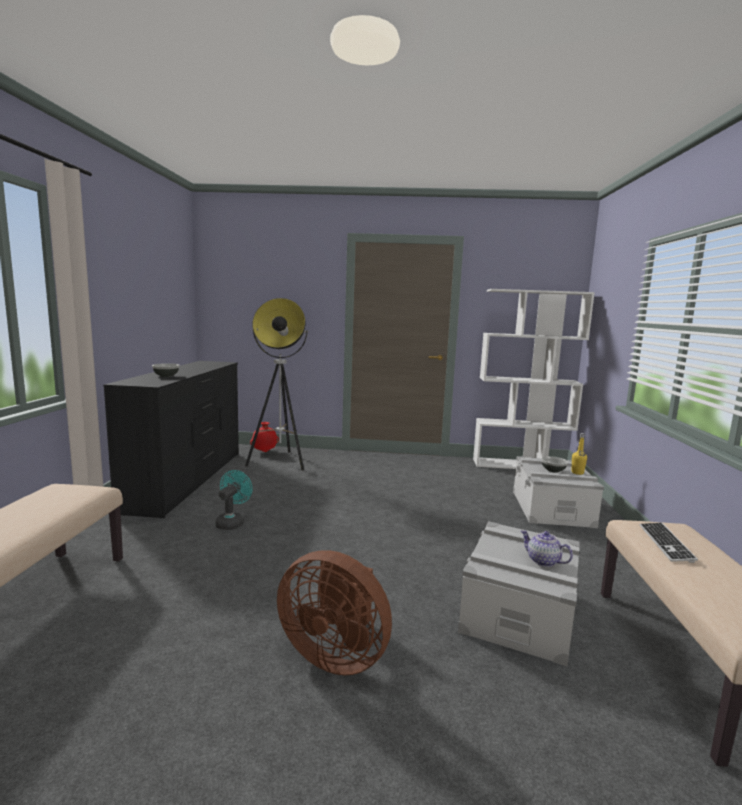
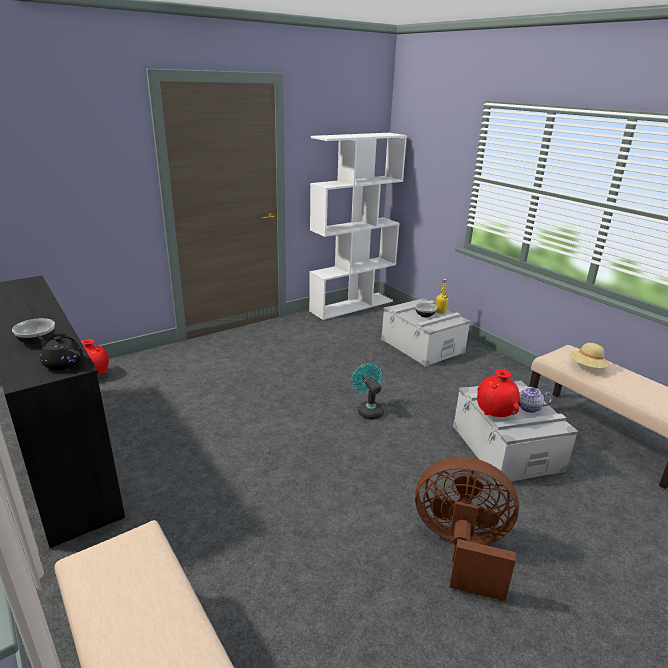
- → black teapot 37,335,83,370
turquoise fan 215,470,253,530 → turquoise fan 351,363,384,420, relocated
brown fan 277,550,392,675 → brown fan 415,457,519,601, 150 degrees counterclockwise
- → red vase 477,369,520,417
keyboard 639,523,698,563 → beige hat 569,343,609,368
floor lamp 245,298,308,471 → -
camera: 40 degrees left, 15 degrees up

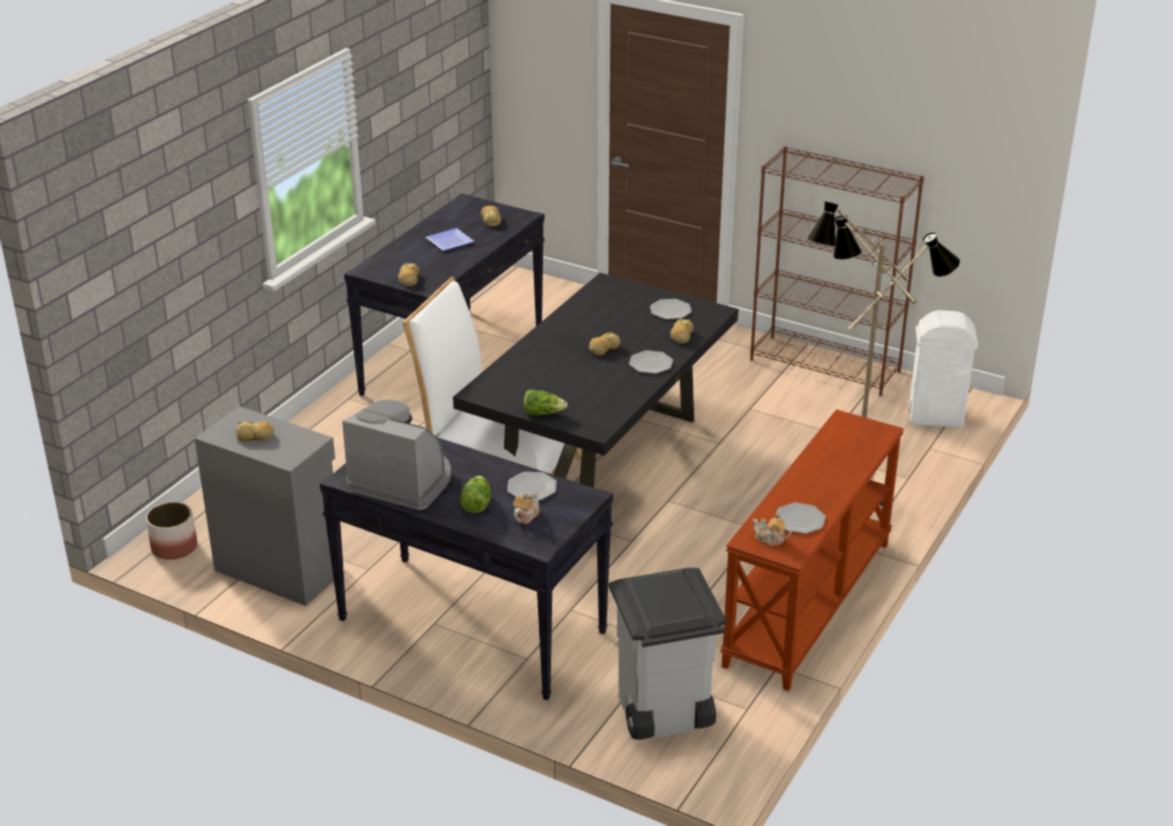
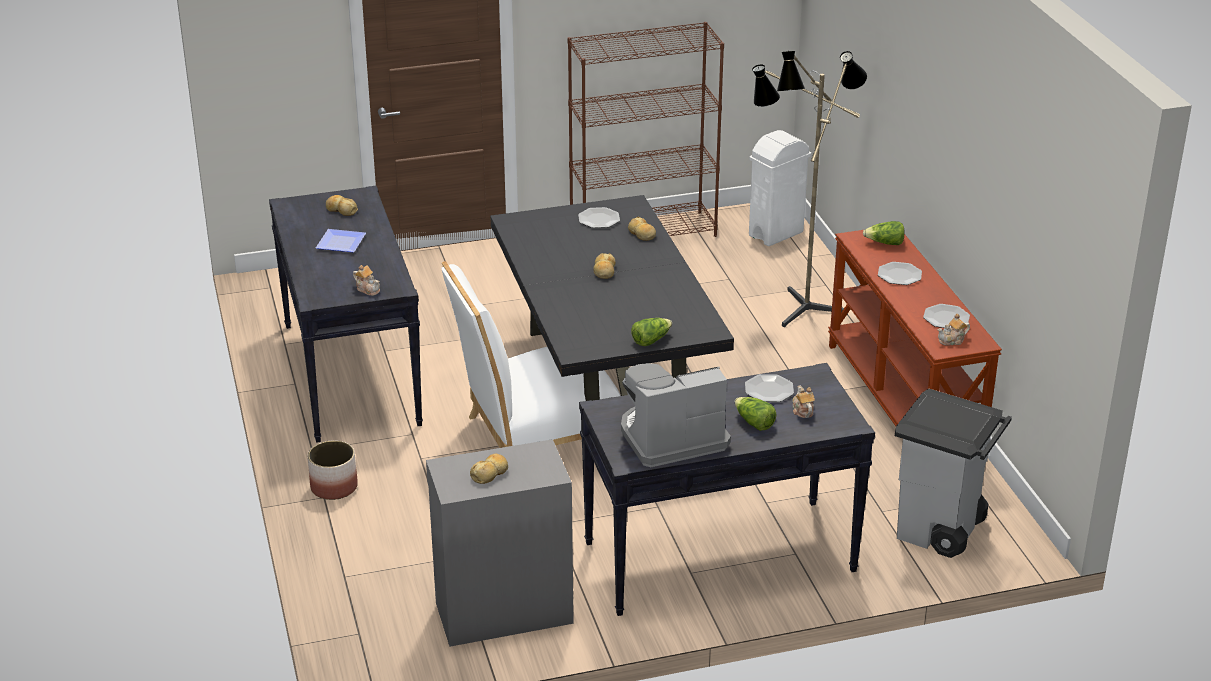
planter 146,502,197,560 → planter 308,440,358,500, relocated
bread 398,263,419,286 → teapot 353,265,380,296
- → lettuce 863,221,904,245
plate 629,350,673,374 → plate 878,262,922,285, relocated
camera: 45 degrees left, 0 degrees up

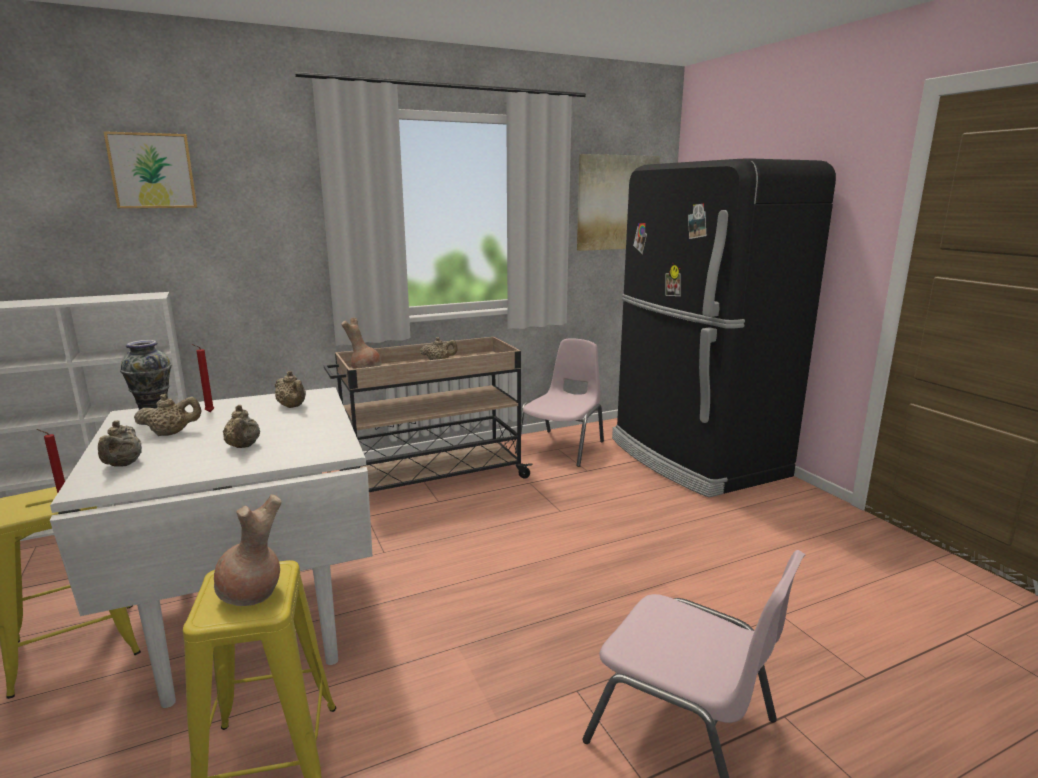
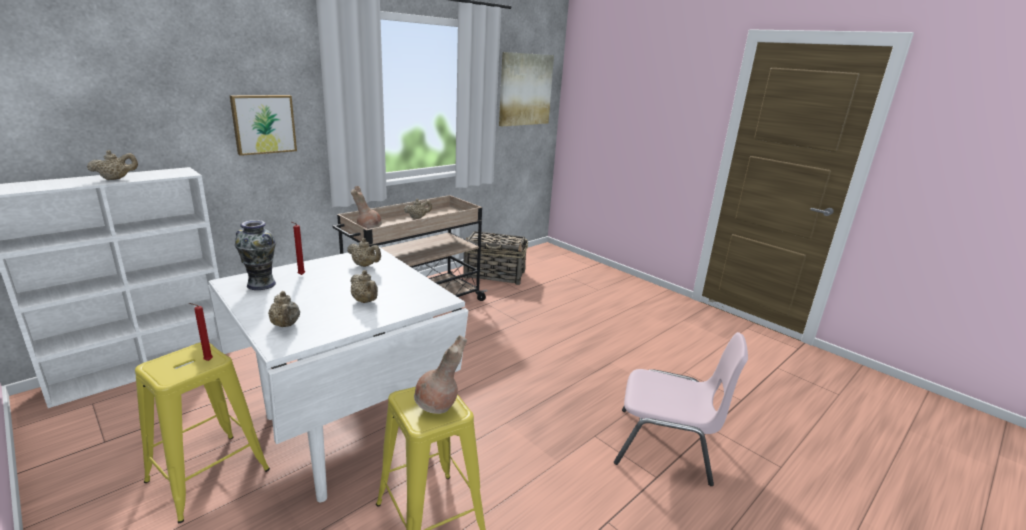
beige teapot 134,394,202,436 → beige teapot 87,150,138,180, relocated
picture 103,131,197,208 → picture 230,95,297,156, relocated
pink chair 515,338,604,467 → basket 463,231,528,285
black fridge 612,158,836,497 → -
camera: 20 degrees left, 5 degrees up

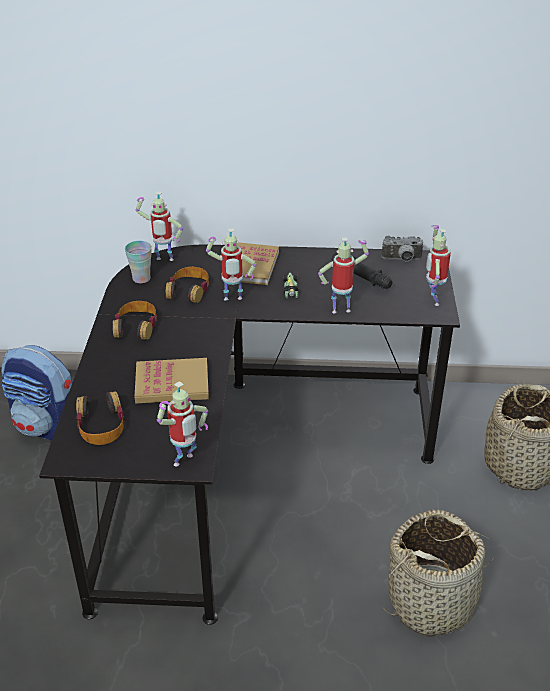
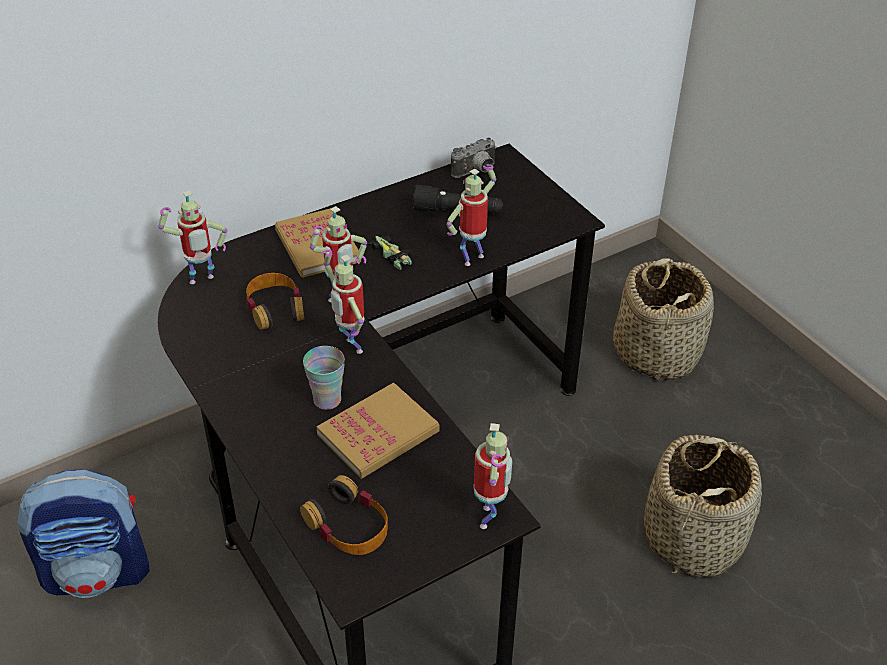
cup 125,241,152,283 → cup 303,346,345,410, relocated
toy robot 426,225,451,306 → toy robot 321,250,365,354, relocated
headphones 113,301,157,340 → -
camera: 35 degrees left, 5 degrees up

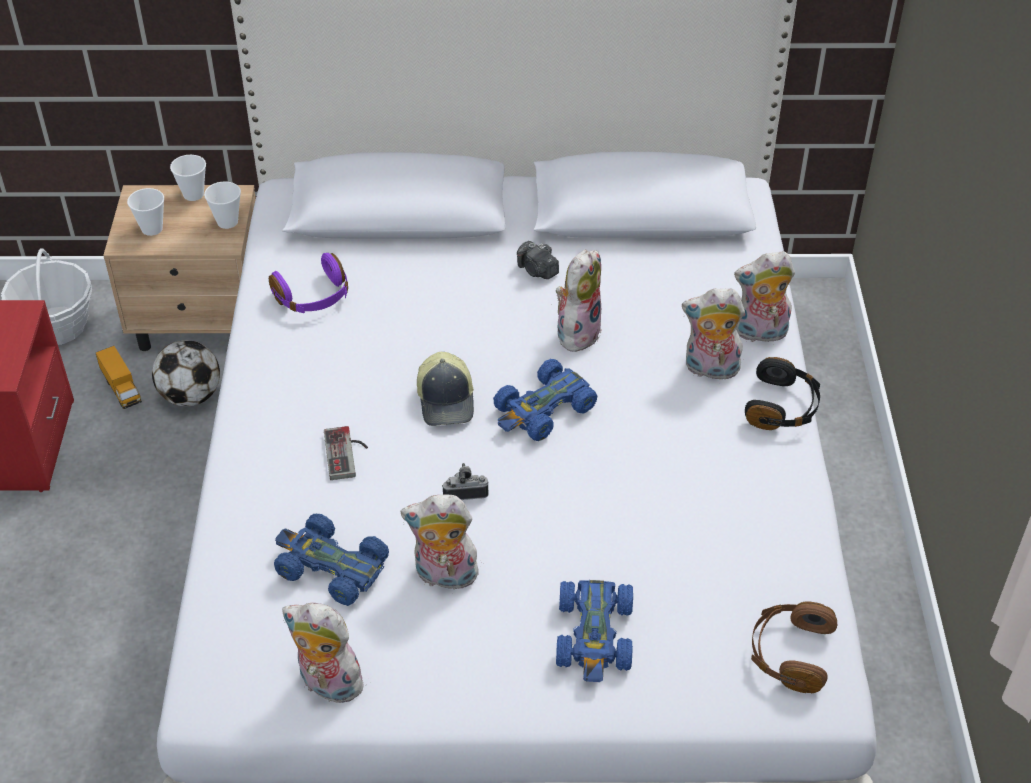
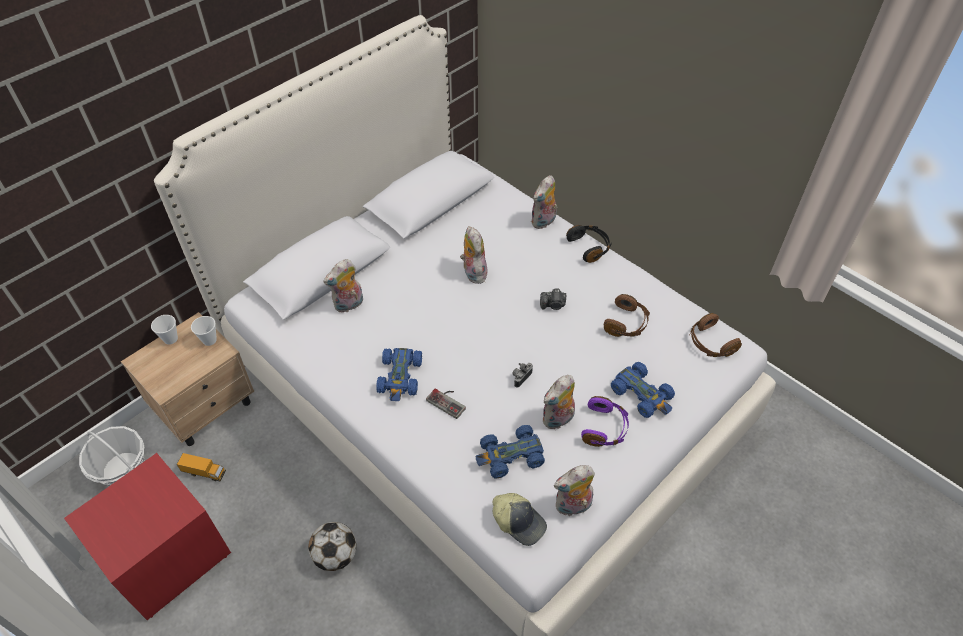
football 152,340,220,406 → football 308,522,357,571, relocated
plush toy 682,288,745,380 → plush toy 323,259,363,313, relocated
blue toy car 493,359,597,441 → blue toy car 376,348,422,401, relocated
cap 417,351,474,426 → cap 493,493,547,546, relocated
photo camera 517,241,559,279 → photo camera 540,288,566,310, relocated
purple headphones 269,253,348,313 → purple headphones 581,396,629,447, relocated
- → brown headphones 604,294,650,337
cup 127,188,164,236 → -
camera: 45 degrees left, 5 degrees up

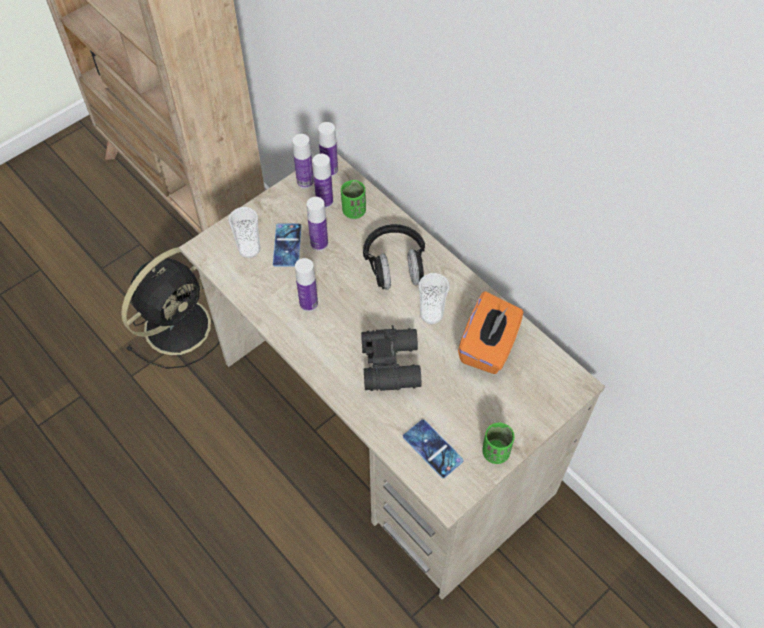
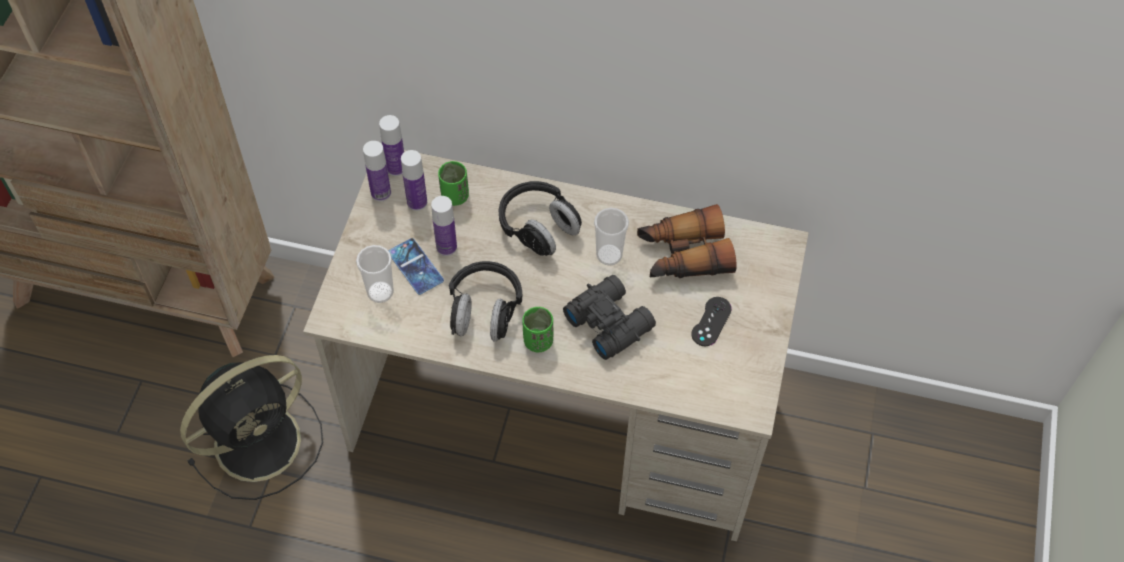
black fan 121,247,220,369 → black fan 180,355,323,500, 45 degrees clockwise
bottle 295,258,318,312 → black headphones 449,261,522,341
green cup 482,423,515,464 → green cup 522,307,553,352, relocated
orange tissue box 458,291,523,374 → binoculars 637,204,737,278
- → black game controller 691,297,732,346
phone 403,419,464,478 → -
camera: 35 degrees left, 0 degrees up

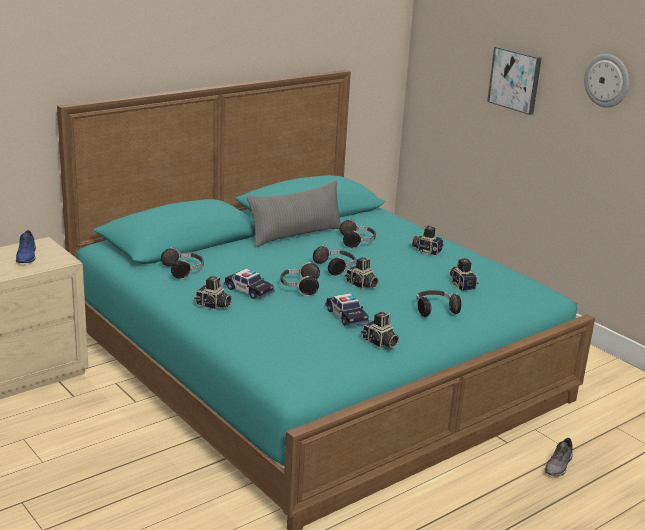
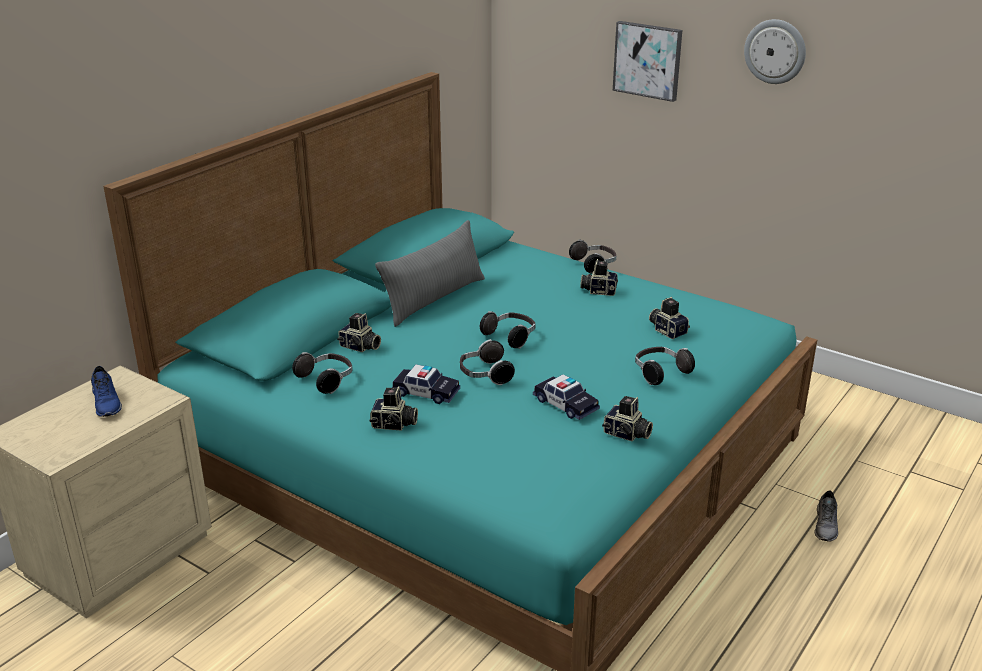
photo camera 345,257,379,289 → photo camera 337,313,381,352, relocated
headphones 340,219,376,249 → headphones 569,240,616,274, relocated
camera: 15 degrees left, 5 degrees up

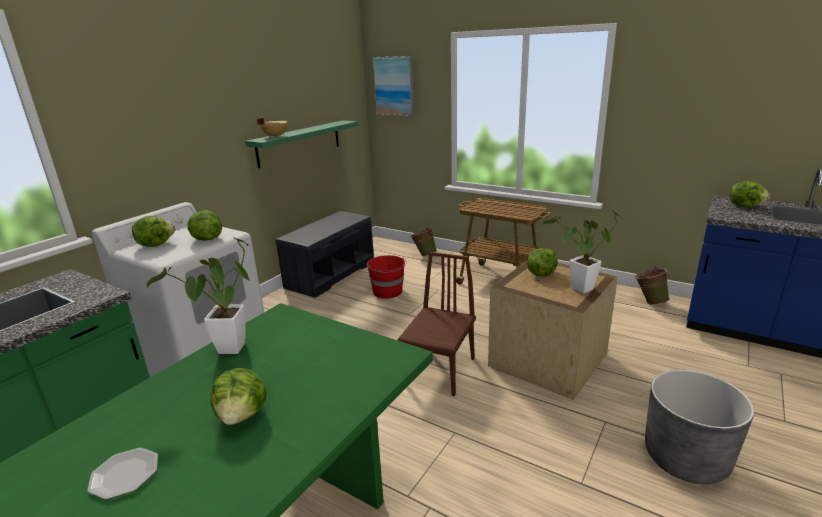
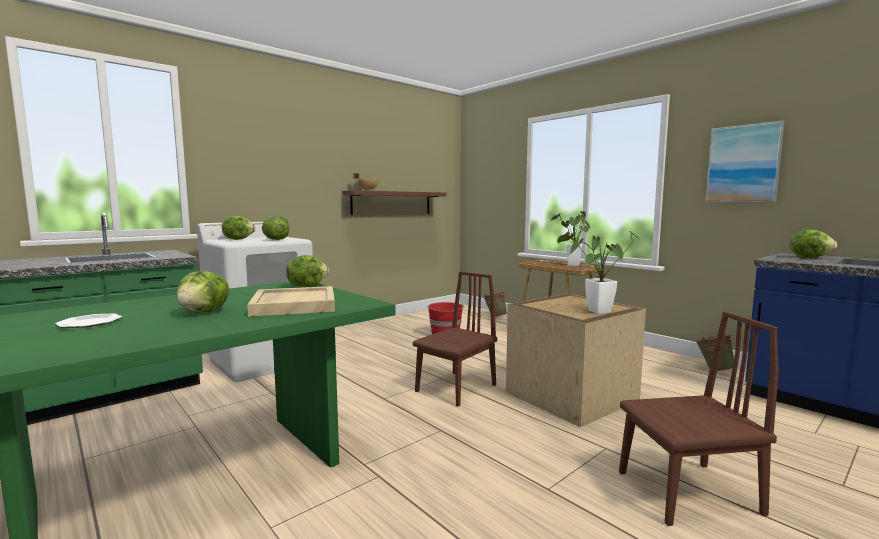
- → beige tray 247,286,335,317
lettuce 527,248,558,277 → lettuce 286,255,329,287, relocated
green shelf 245,121,359,168 → brown shelf 342,190,447,215
potted plant 146,237,250,354 → potted plant 551,211,590,266, relocated
grey planter 645,370,754,484 → brown chair 619,311,779,526
picture 372,56,414,116 → picture 706,121,785,202, relocated
grey bench 275,211,374,298 → -
camera: 15 degrees right, 15 degrees down

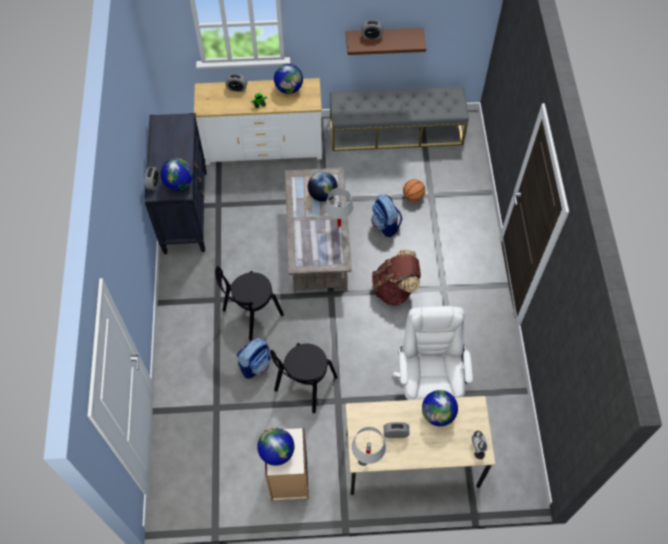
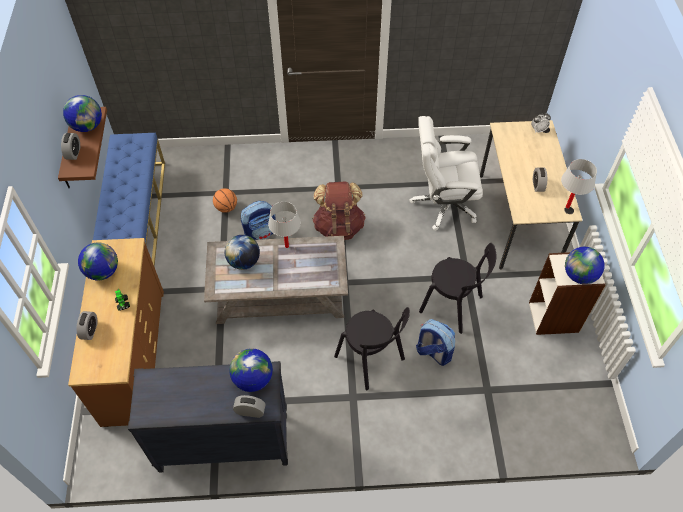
globe 422,390,458,426 → globe 63,95,102,132, relocated
white dresser 194,78,322,165 → brown dresser 68,238,164,427
grey bench 330,86,469,151 → blue bench 93,133,165,266
camera: 90 degrees left, 5 degrees down

